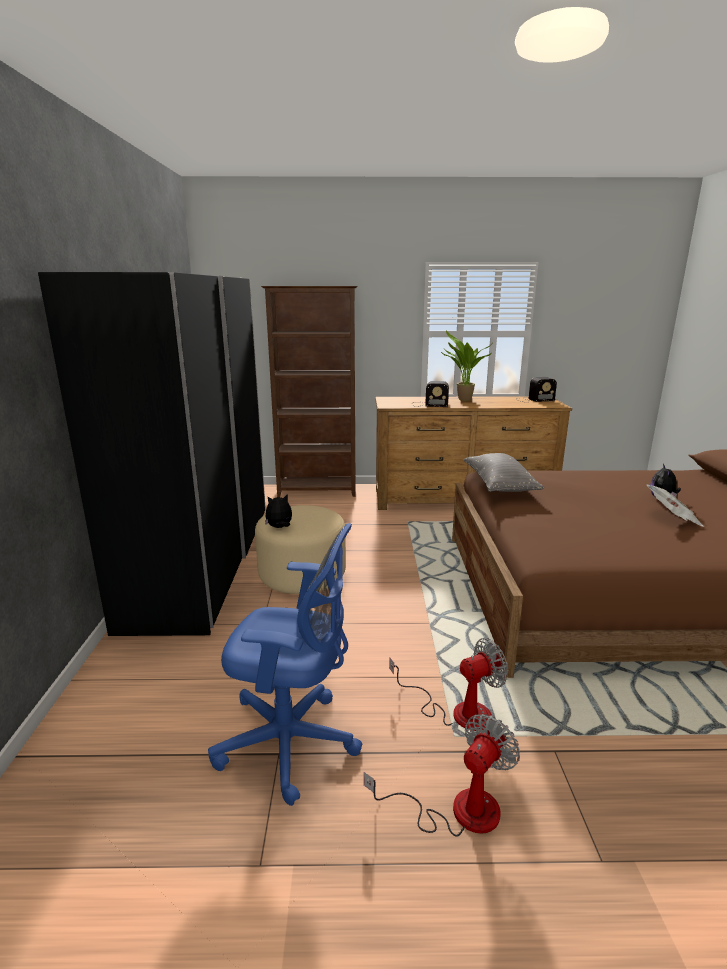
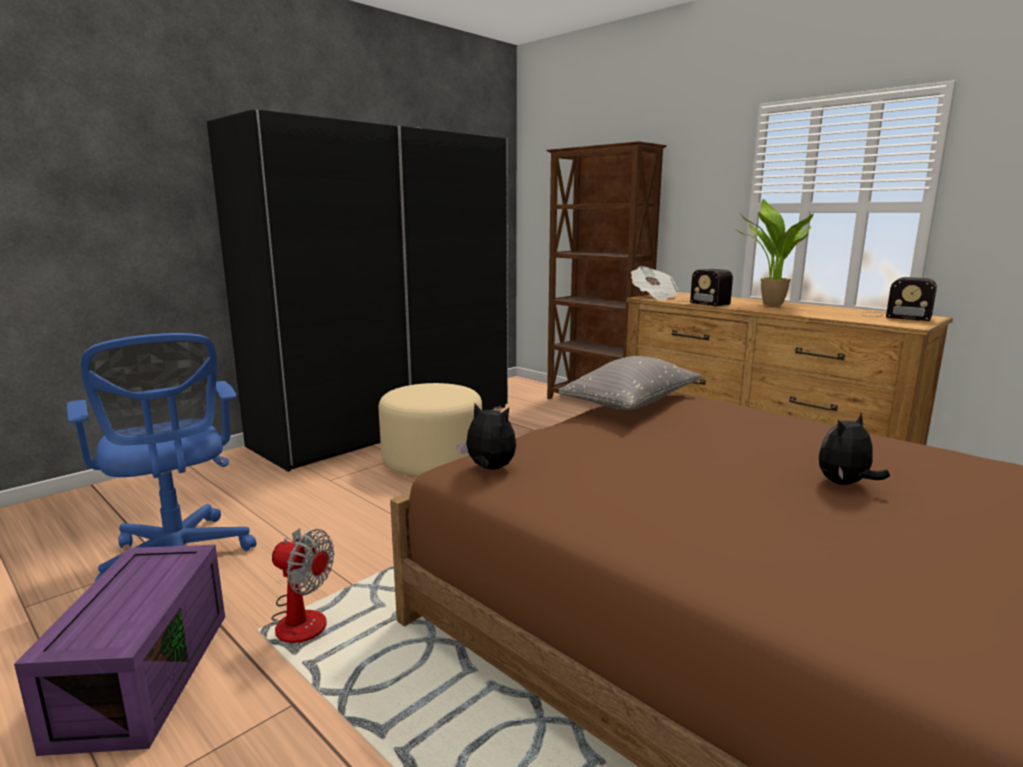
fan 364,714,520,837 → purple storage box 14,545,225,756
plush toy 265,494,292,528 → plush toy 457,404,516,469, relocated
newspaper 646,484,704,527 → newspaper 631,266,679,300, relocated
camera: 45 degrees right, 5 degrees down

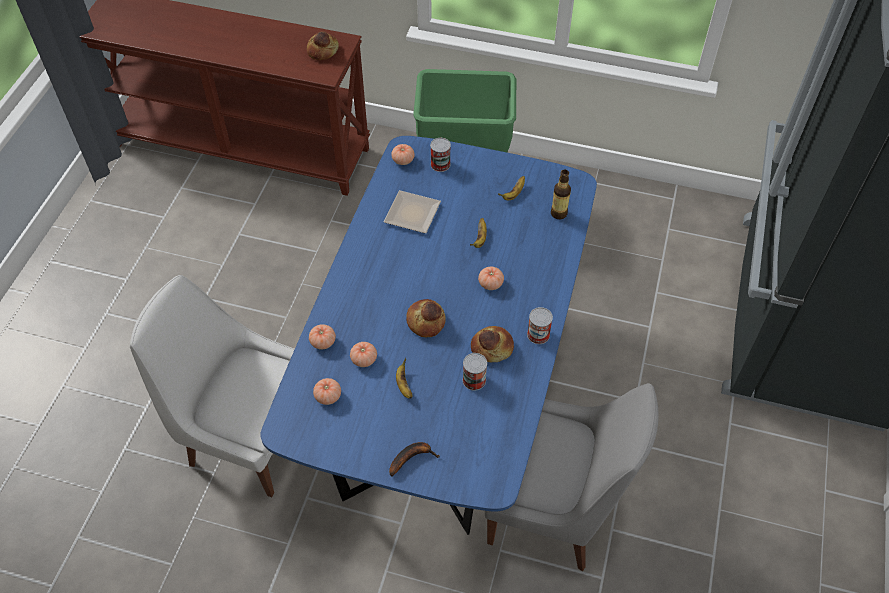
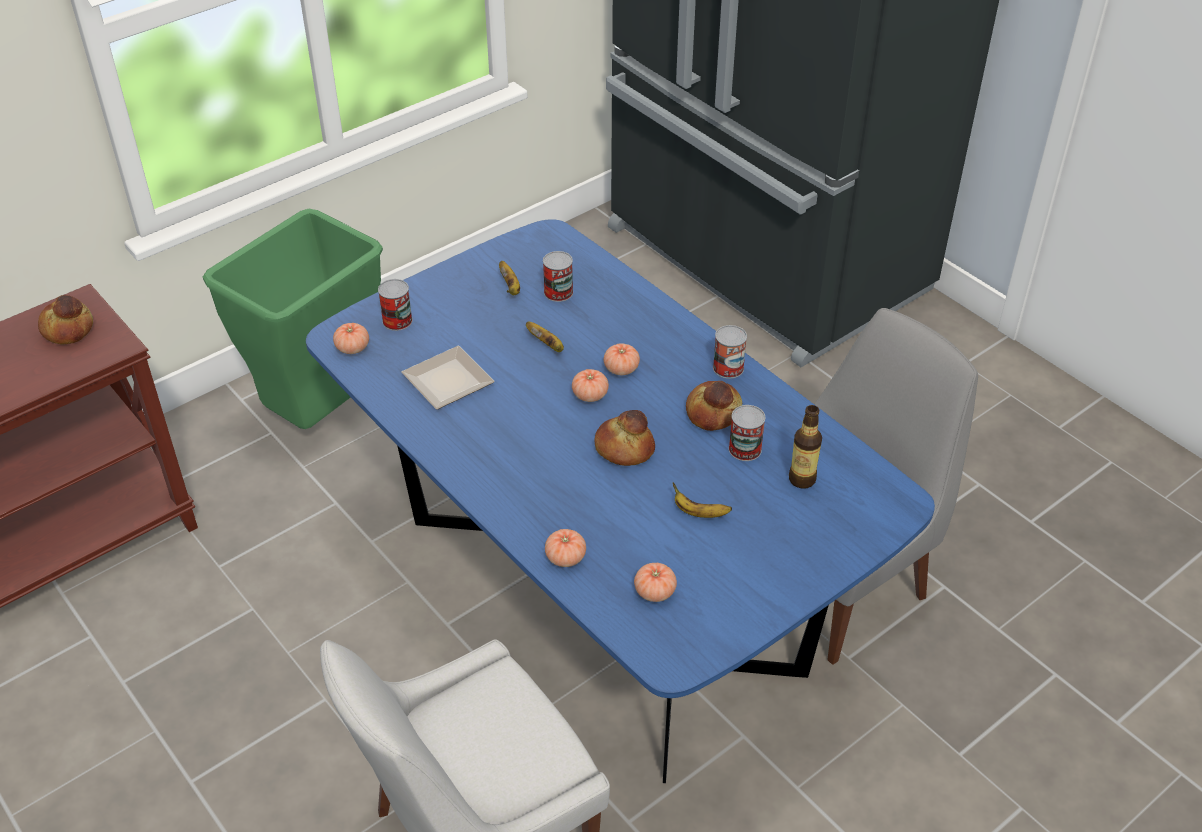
- → can 543,251,573,302
tomato 350,342,377,367 → tomato 572,369,609,402, relocated
bottle 551,170,571,219 → bottle 789,405,822,489, relocated
banana 389,442,440,476 → -
camera: 55 degrees left, 10 degrees down

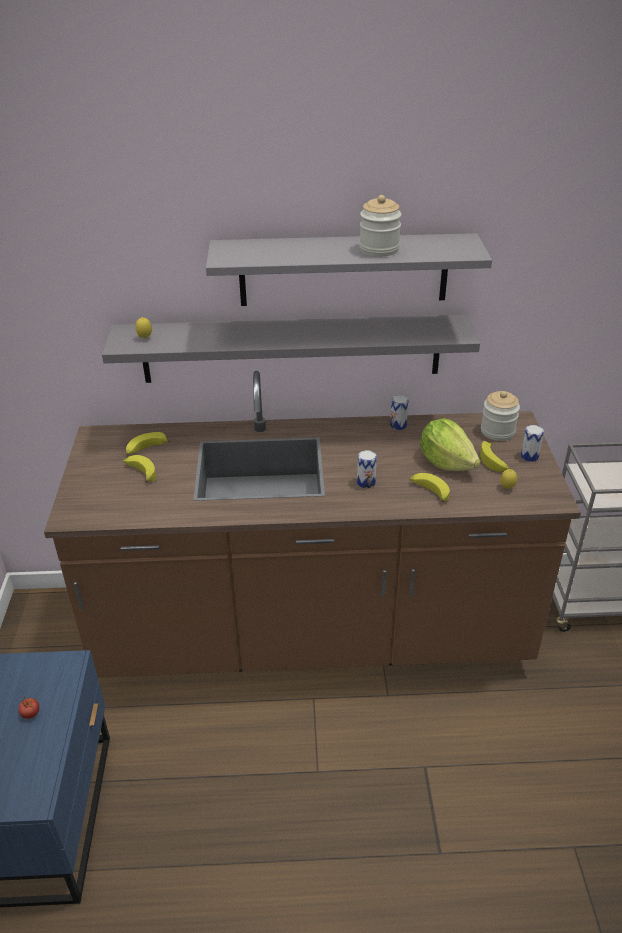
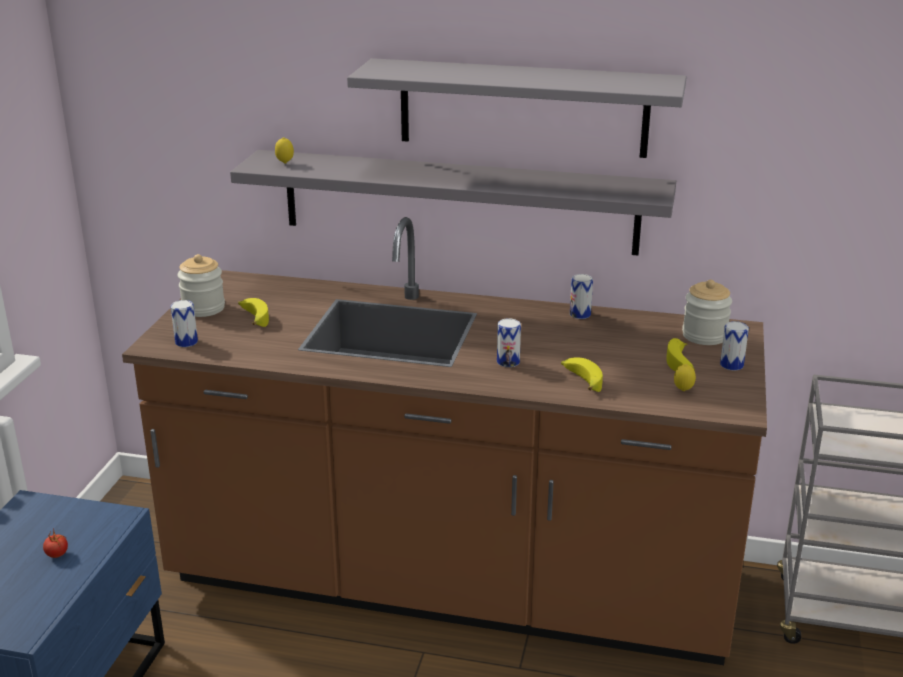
- → can 171,300,198,347
jar 359,195,402,257 → jar 177,254,225,317, relocated
banana 126,432,169,455 → -
lettuce 420,418,481,471 → -
camera: 15 degrees right, 10 degrees down

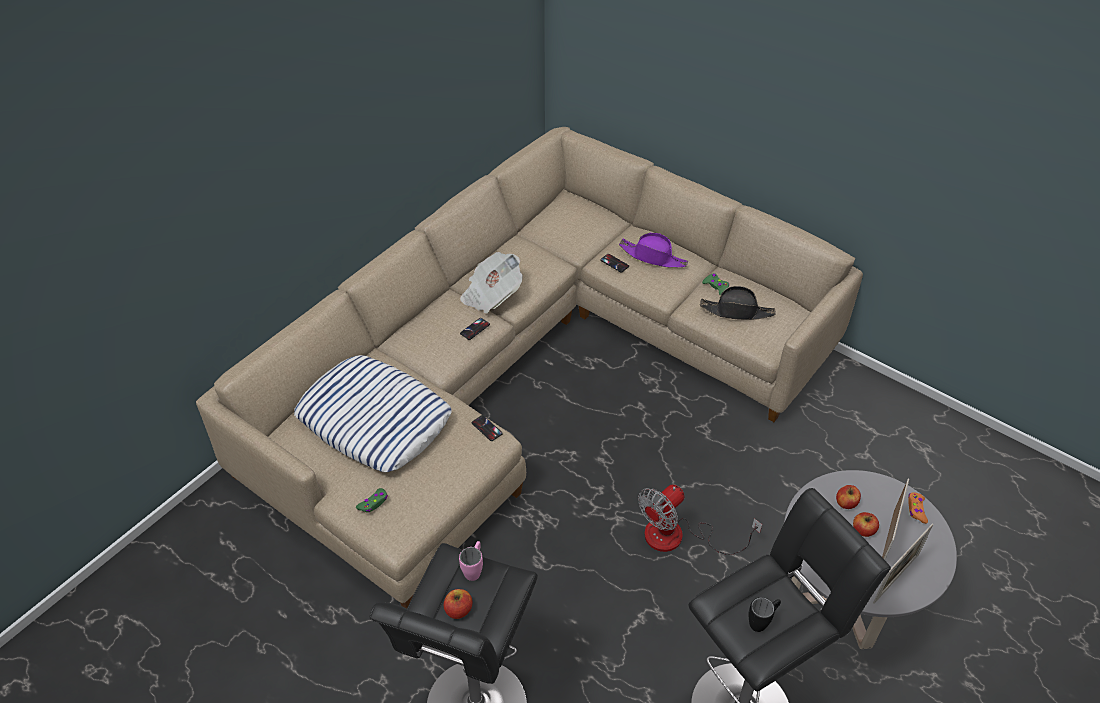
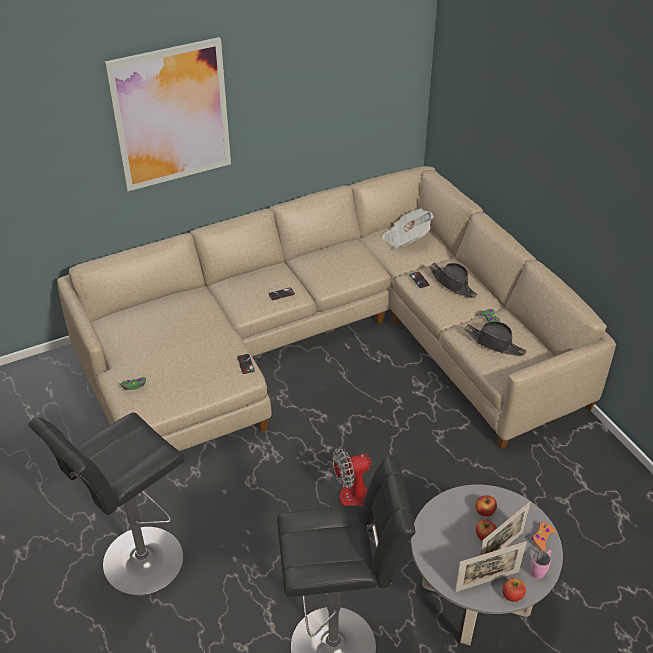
- → picture 105,37,231,191
newspaper 460,252,523,313 → newspaper 382,209,434,249, relocated
purple hat 619,233,688,268 → black hat 429,263,478,298
apple 444,589,472,619 → apple 502,578,526,602, relocated
pink mug 459,541,483,581 → pink mug 530,550,552,579, relocated
pillow 294,355,452,472 → -
black mug 748,597,781,632 → -
camera: 25 degrees right, 5 degrees down

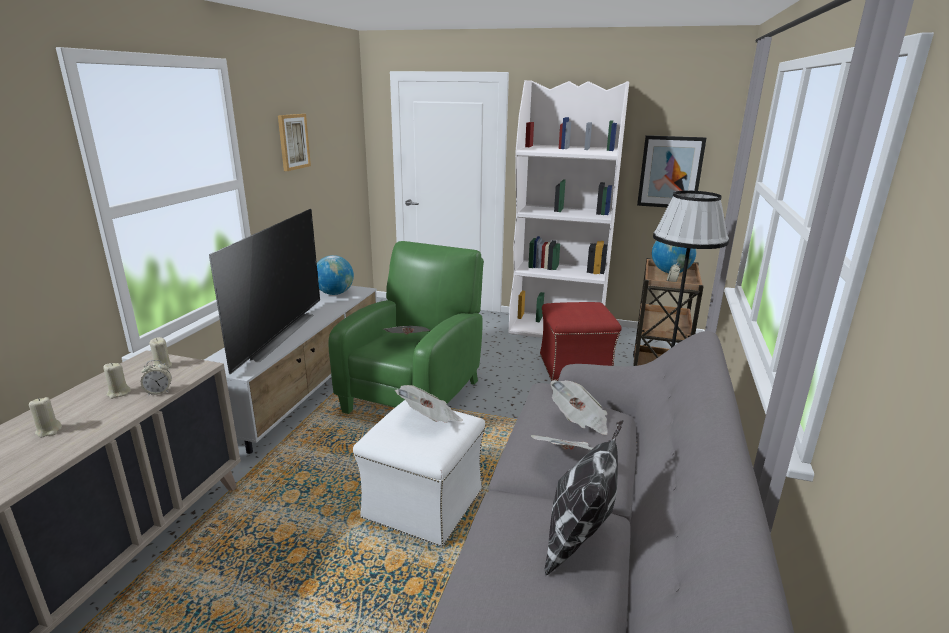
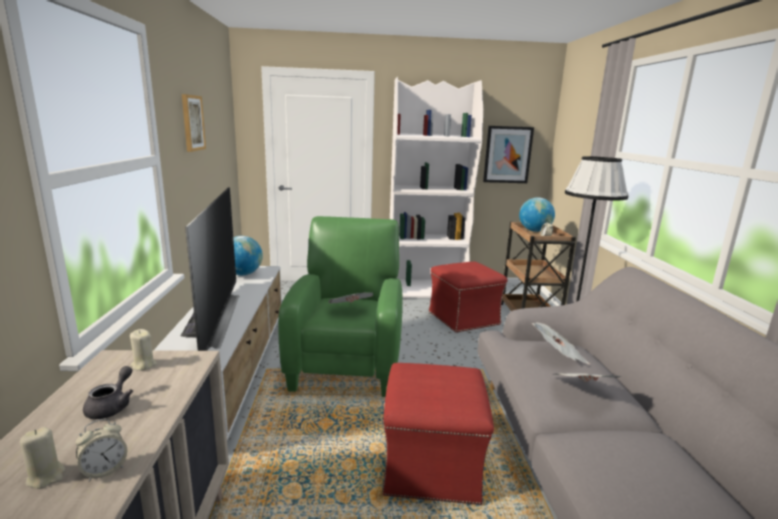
alarm clock 141,360,172,396 → alarm clock 75,419,127,481, relocated
beige candle 103,363,131,399 → grey teapot 83,366,133,419
white ottoman 353,400,485,547 → red ottoman 382,363,494,505
newspaper 395,385,463,423 → -
pillow 544,420,624,576 → -
camera: 20 degrees left, 5 degrees down

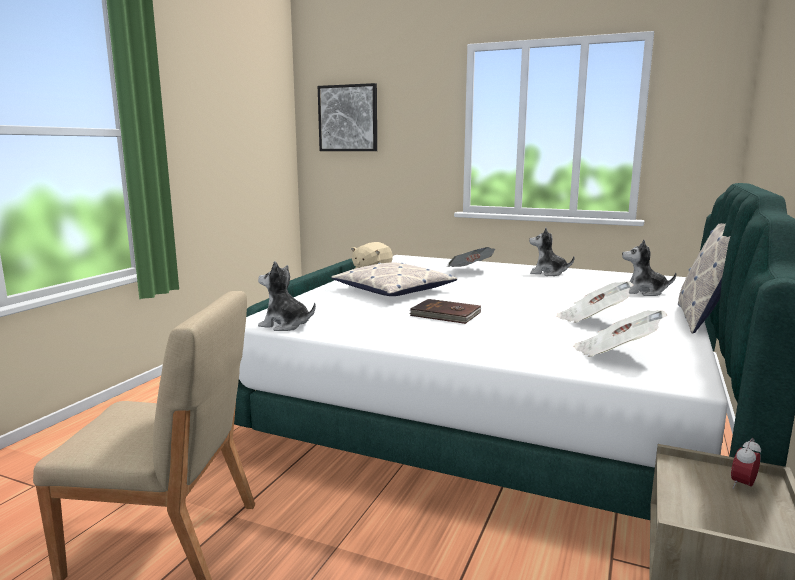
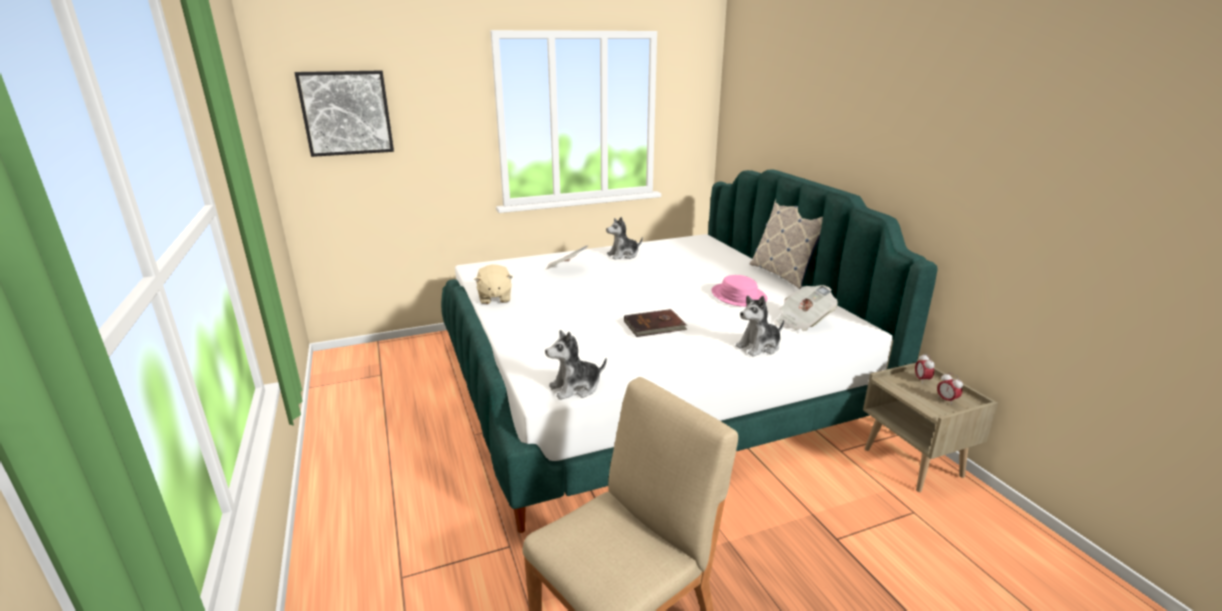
newspaper 556,281,634,323 → pink hat 711,275,768,307
plush toy 622,240,676,296 → plush toy 736,296,784,357, relocated
- → alarm clock 937,373,963,405
pillow 331,263,457,296 → -
camera: 45 degrees left, 10 degrees up

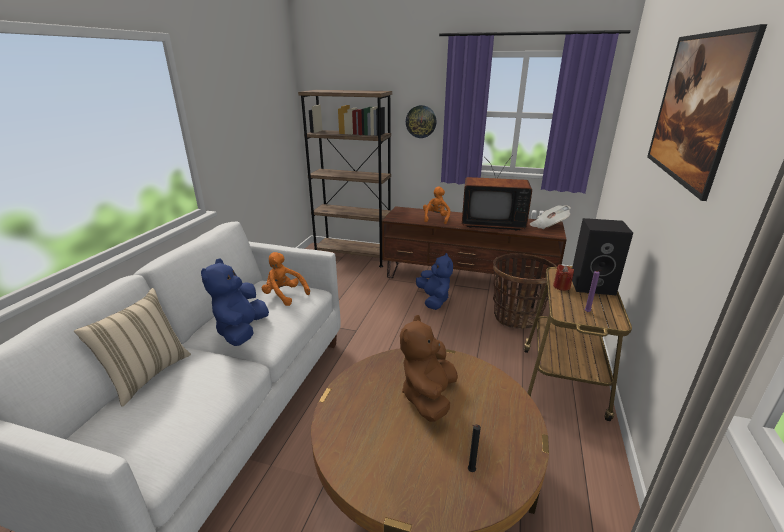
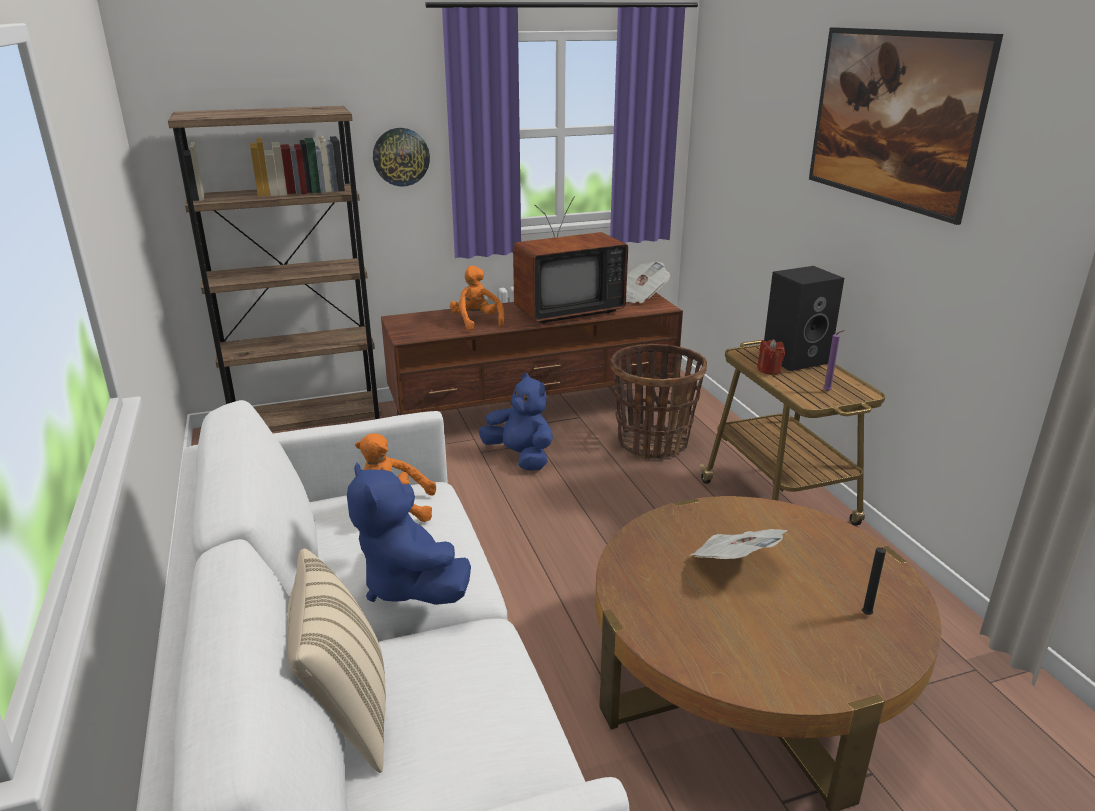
brown plush toy 400,315,458,422 → newspaper 690,529,788,559
camera: 35 degrees left, 0 degrees up

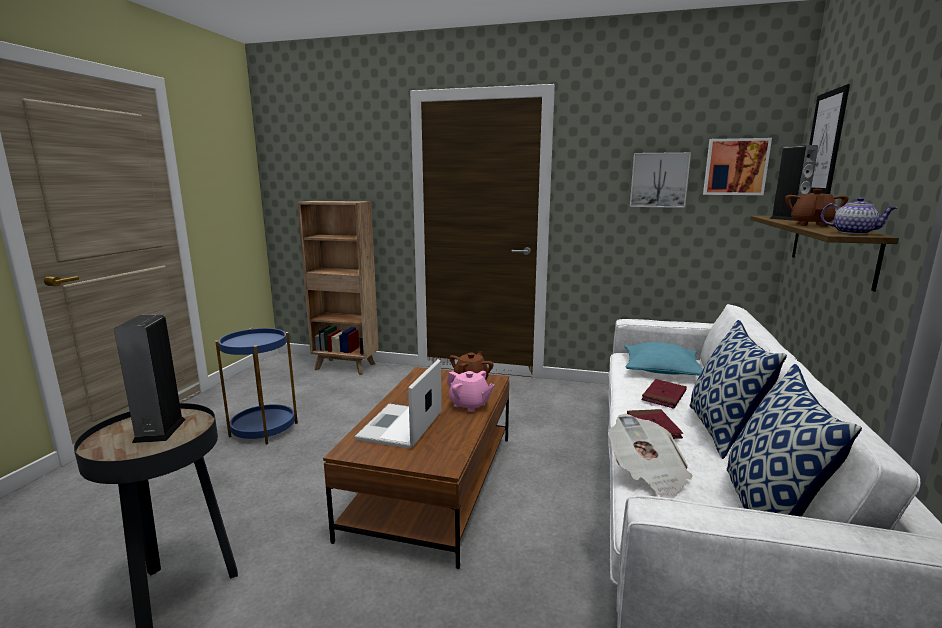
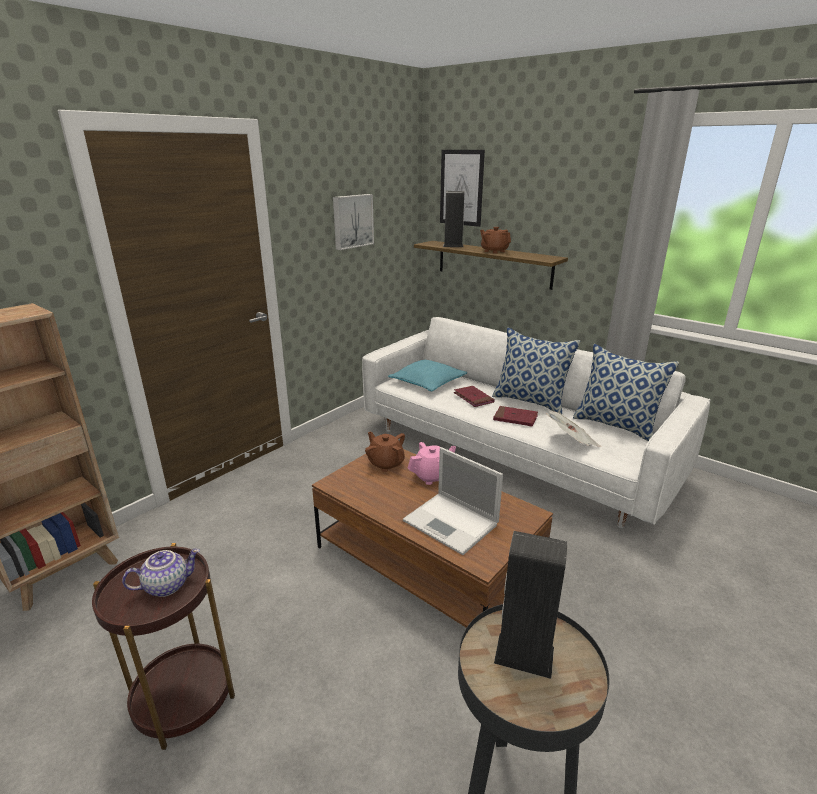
blue side table 215,328,298,445 → brown side table 92,543,235,750
teapot 821,197,897,234 → teapot 122,549,200,597, relocated
picture 703,138,772,195 → -
camera: 65 degrees left, 10 degrees up

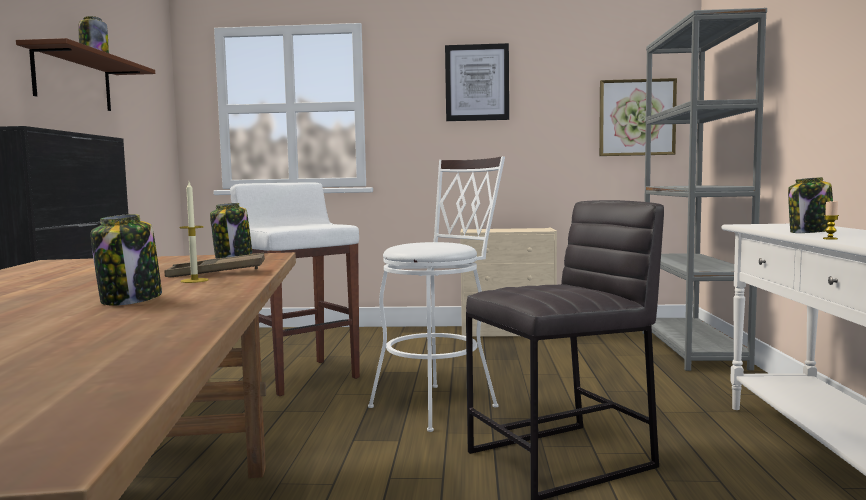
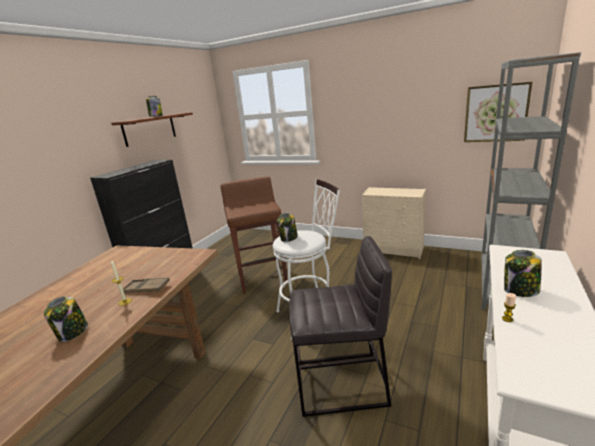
white stool 230,182,360,396 → brown stool 220,176,288,294
jar 210,203,252,258 → jar 277,213,298,242, relocated
picture 445,43,509,121 → -
camera: 25 degrees right, 15 degrees up

